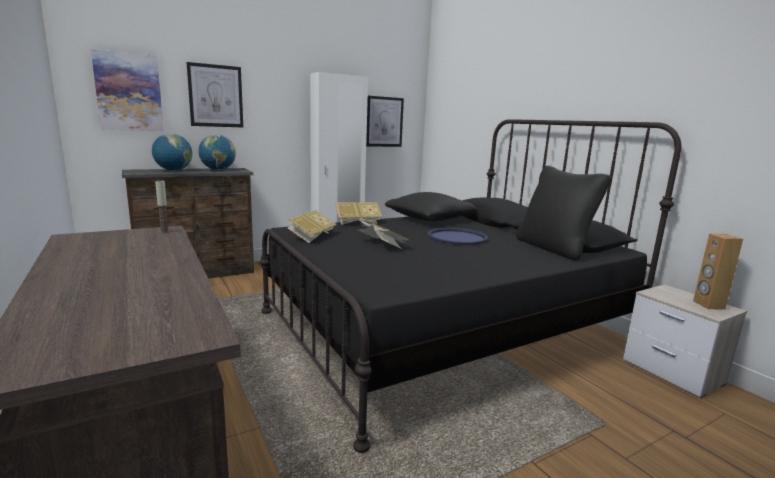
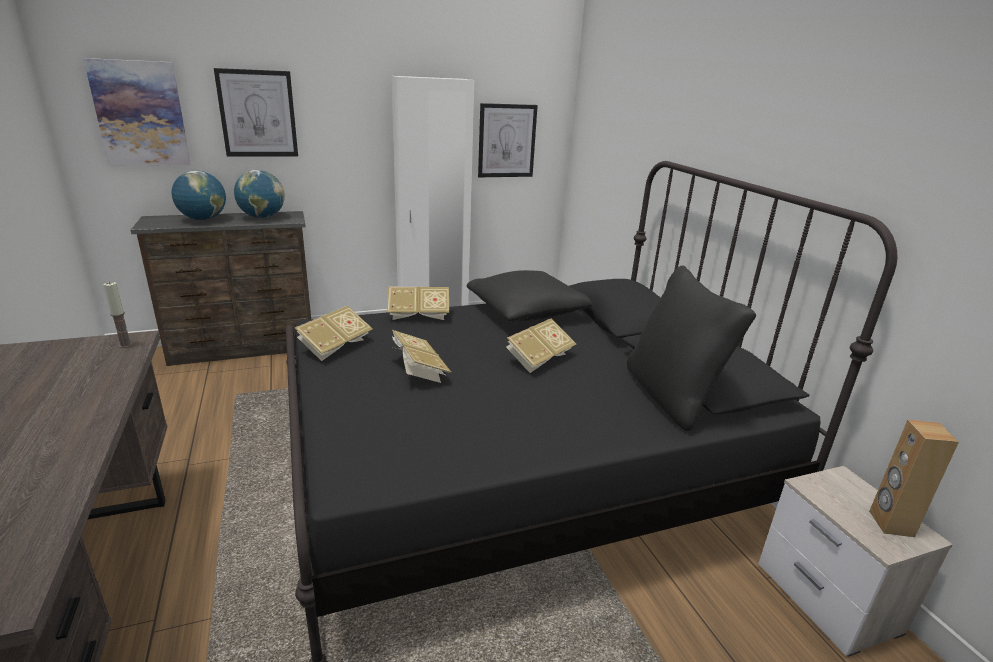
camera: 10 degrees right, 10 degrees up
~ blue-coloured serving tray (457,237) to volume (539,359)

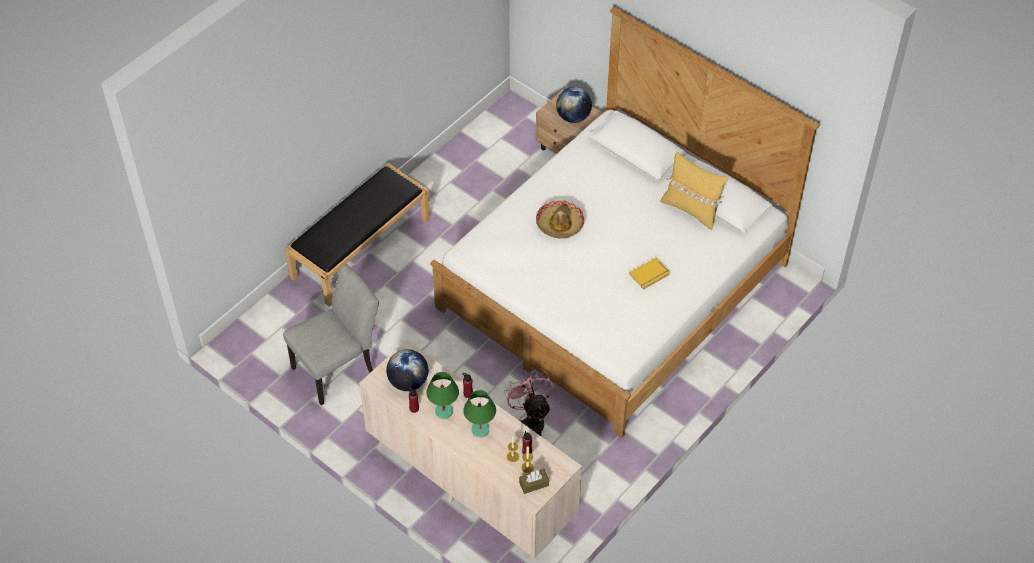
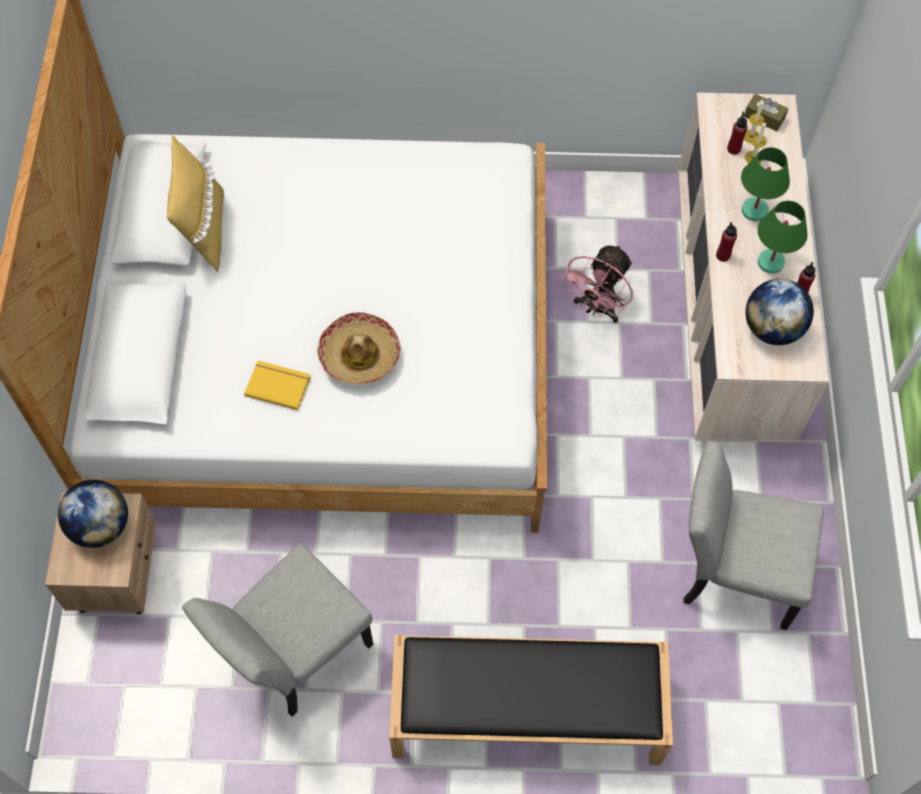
camera: 130 degrees left, 10 degrees up
+ greyish plain chair (293,656)
~ yellow volume (650,275) to (278,385)

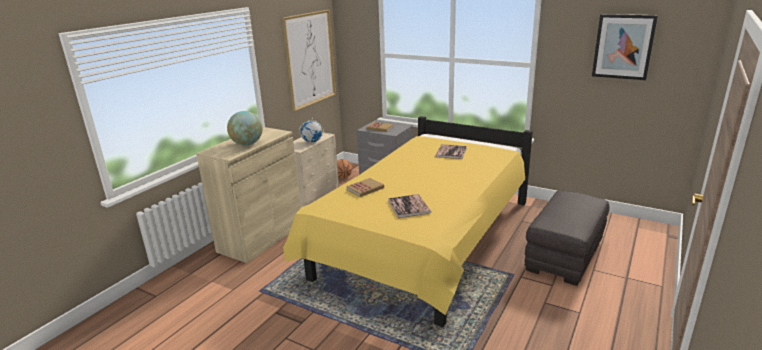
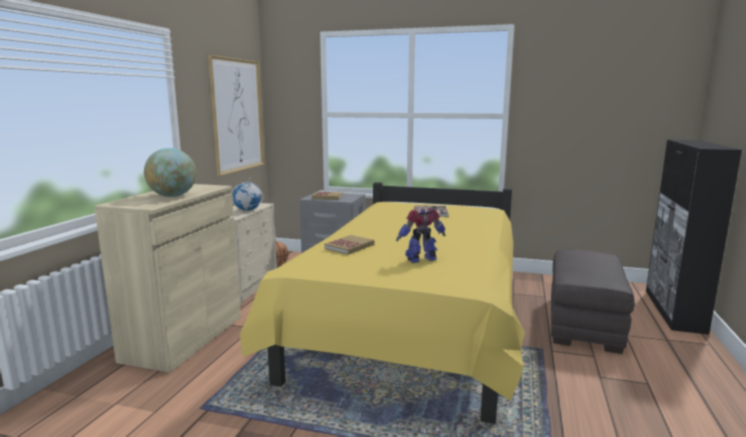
camera: 15 degrees left, 10 degrees down
~ volume (409,206) to model robot (422,260)
+ black cabinet (674,311)
- wall picture (623,46)

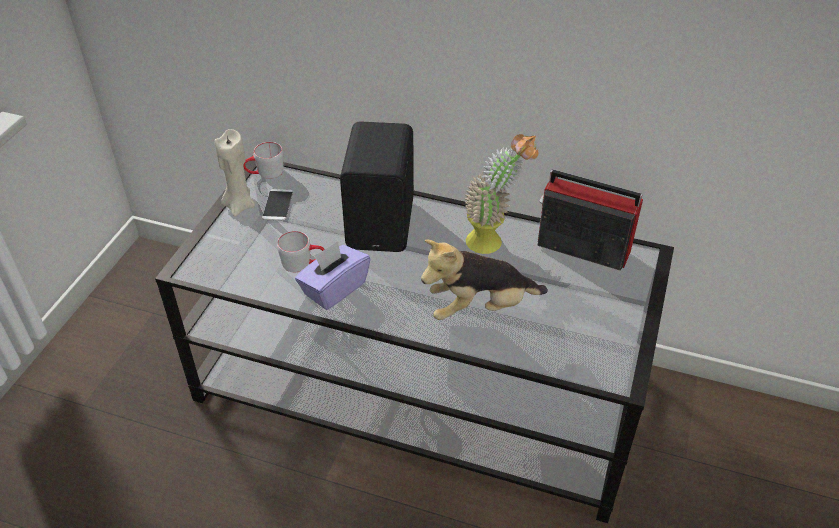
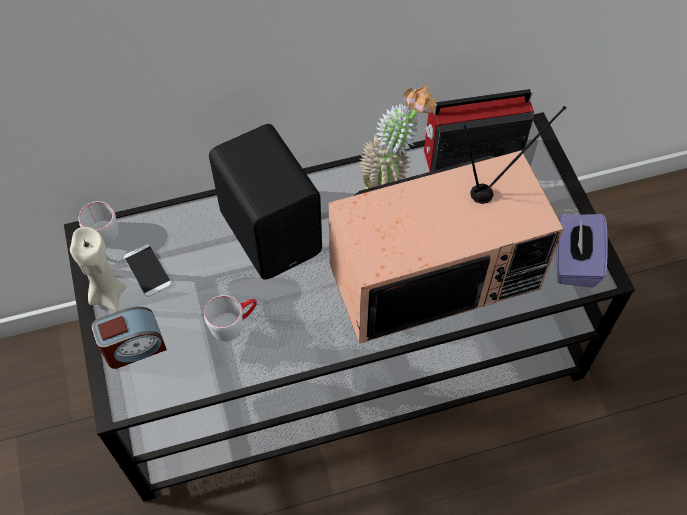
camera: 35 degrees left, 15 degrees up
+ alarm clock (134,347)
~ soft toy (479,308) to television (435,273)
~ purple box of tissues (334,289) to (574,262)

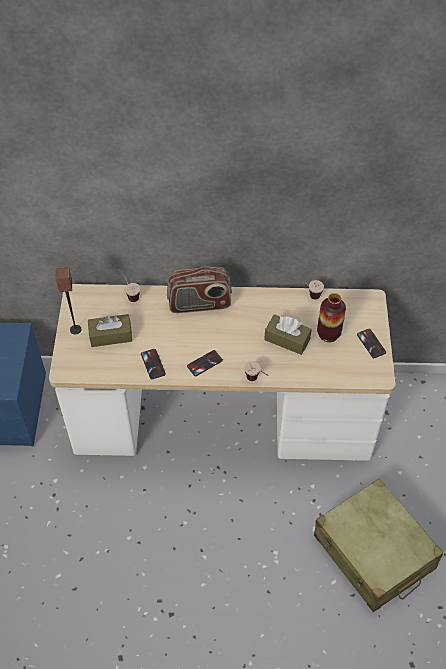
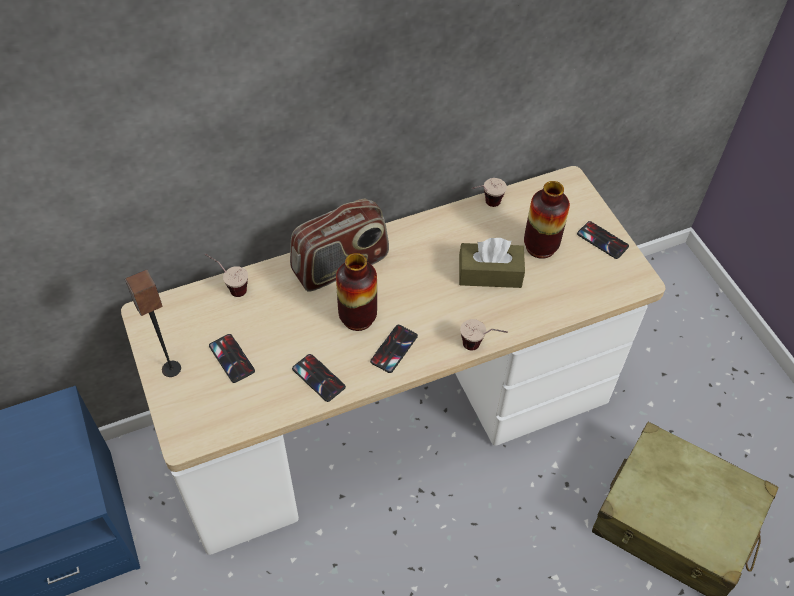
camera: 25 degrees left, 0 degrees up
~ brownish box of tissues (111,335) to phone (232,358)
+ decorative vase (358,317)

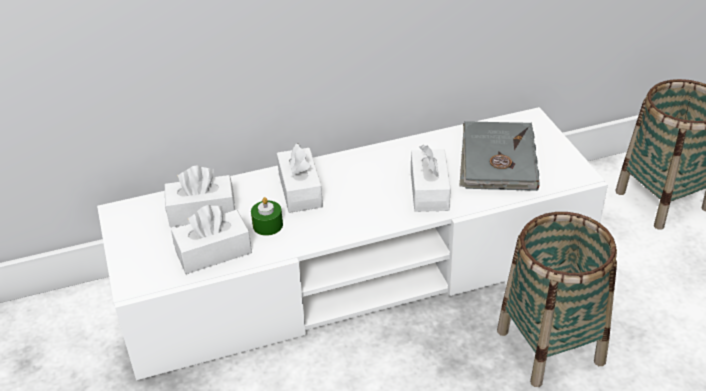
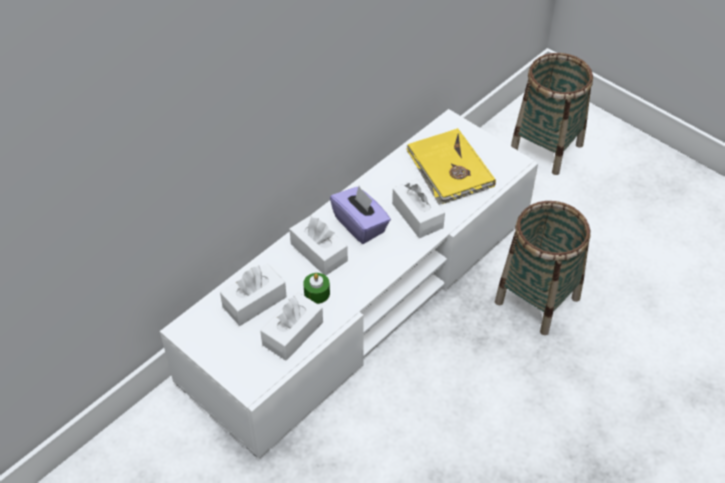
camera: 30 degrees left, 10 degrees up
+ purple box of tissues (360,225)
~ greyish volume (497,160) to yellow volume (449,170)

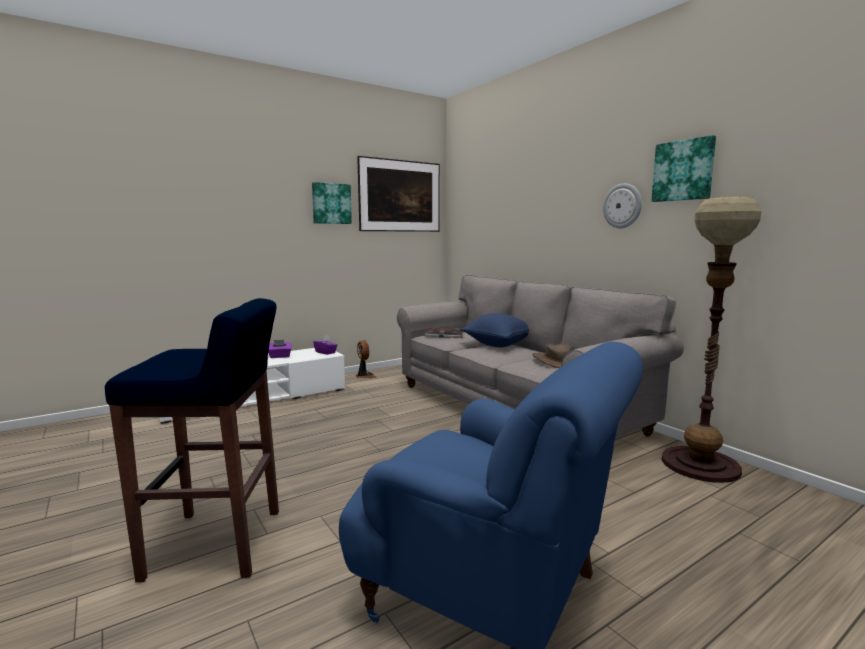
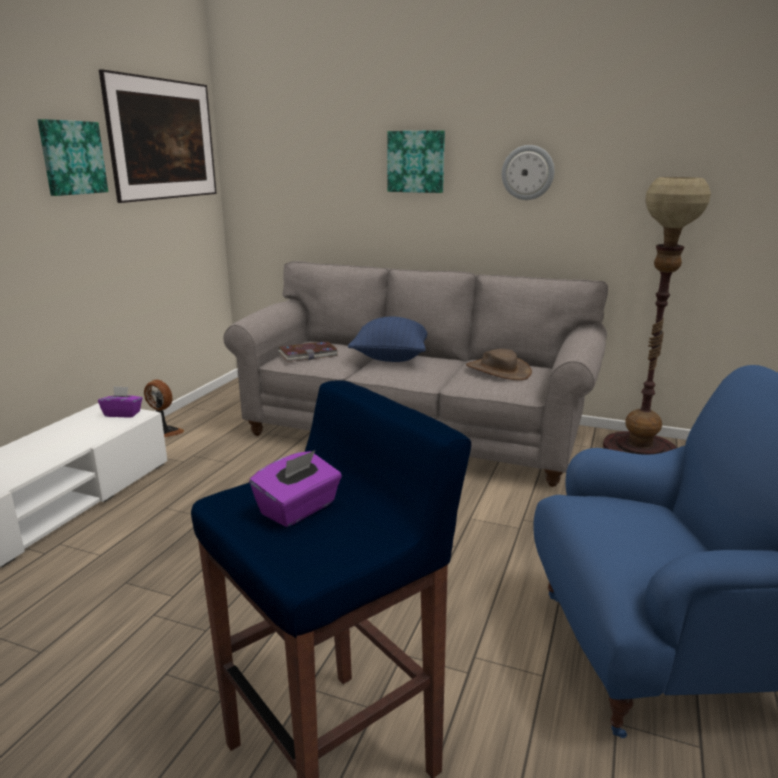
camera: 35 degrees left, 10 degrees up
~ purple box of tissues (280,356) to (298,509)
~ wall picture (683,170) to (416,161)

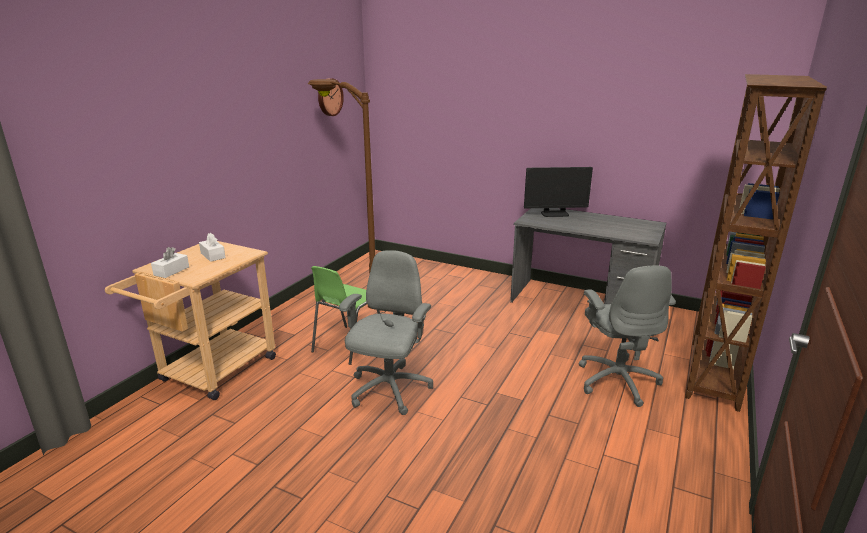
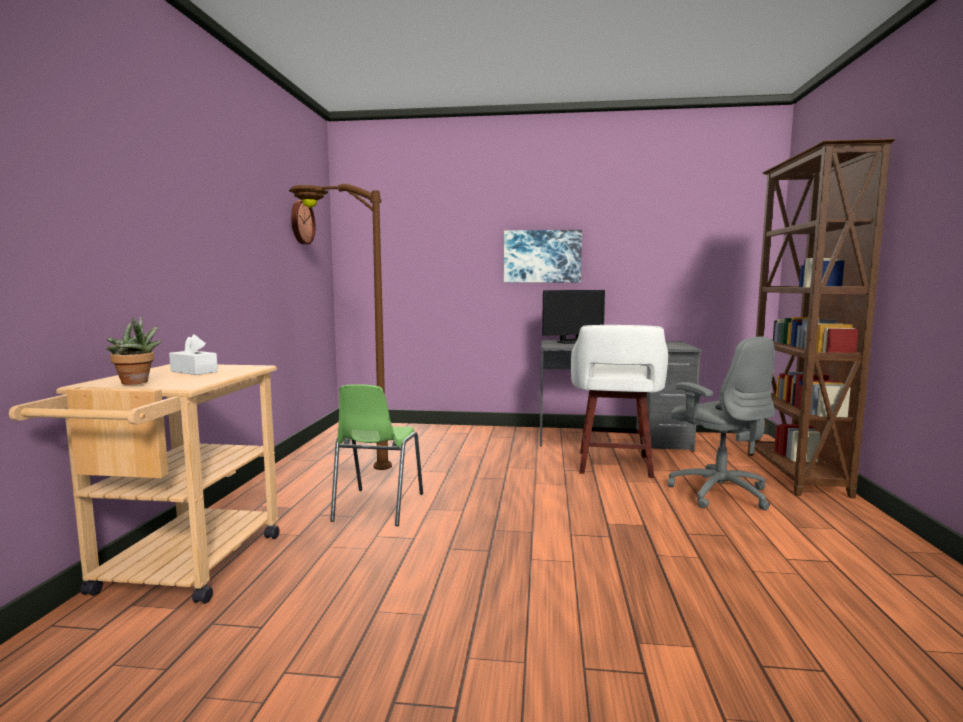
camera: 20 degrees left, 15 degrees down
~ white box of tissues (171,271) to plant in a pot (137,383)
+ wall picture (542,256)
+ white sitting stool (614,465)
- greyish office chair (389,390)

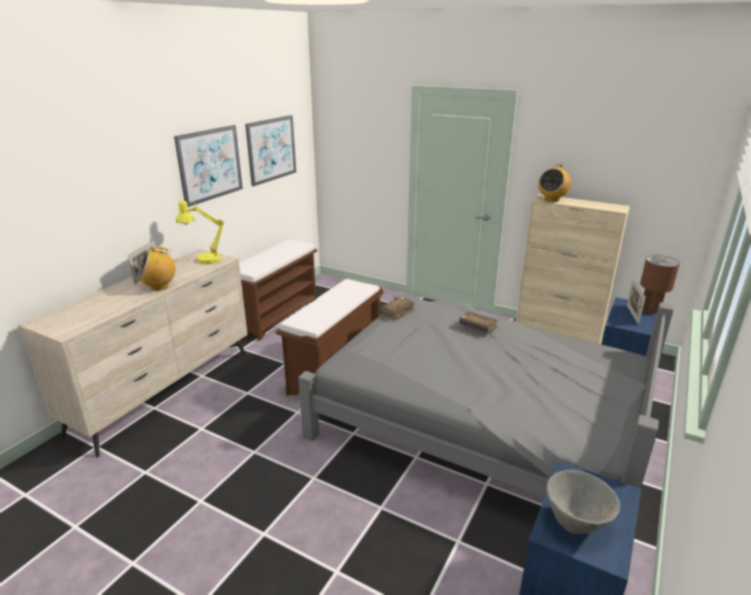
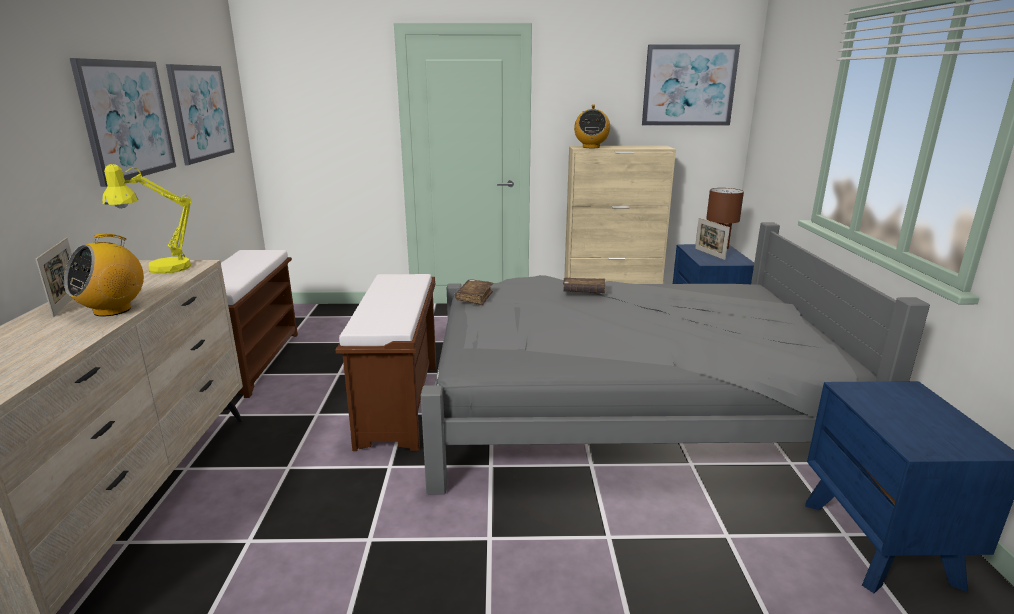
camera: 30 degrees left, 5 degrees down
+ wall picture (689,85)
- greyish bowl (576,523)

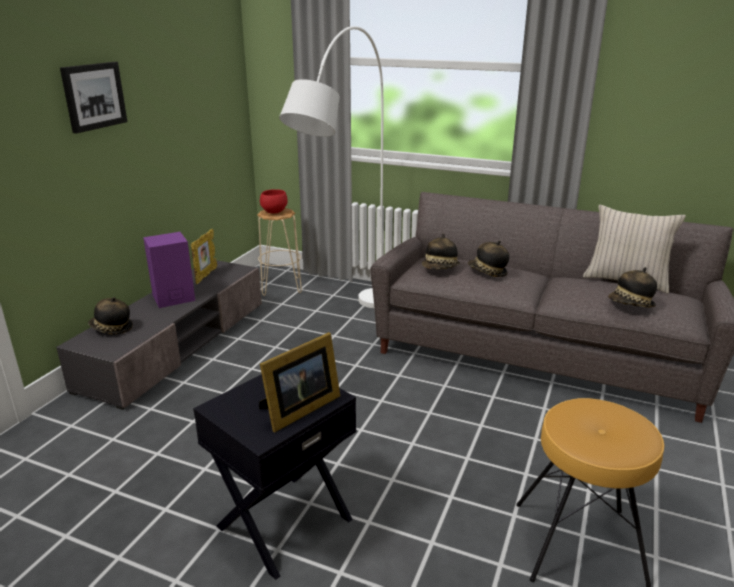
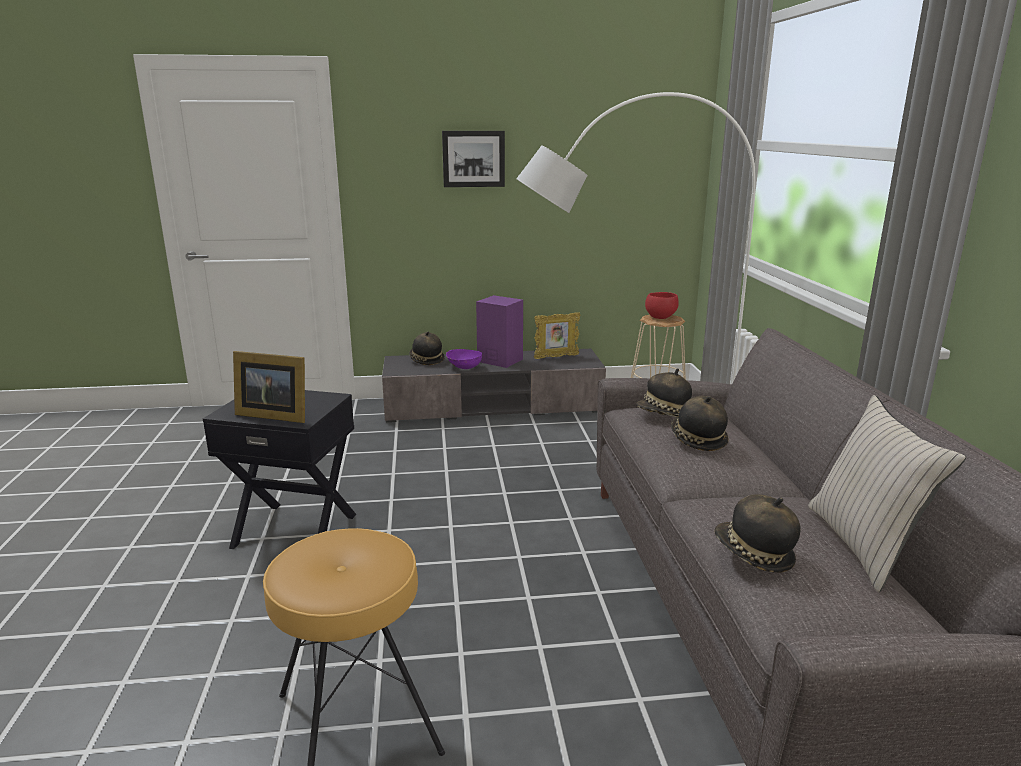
camera: 60 degrees right, 5 degrees down
+ purple bowl (463,367)

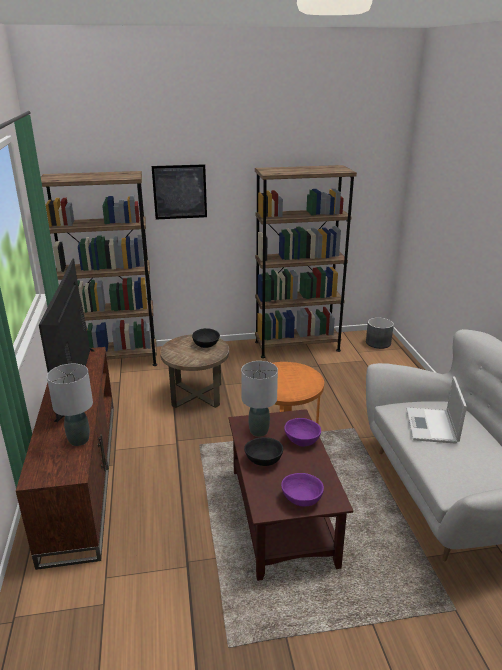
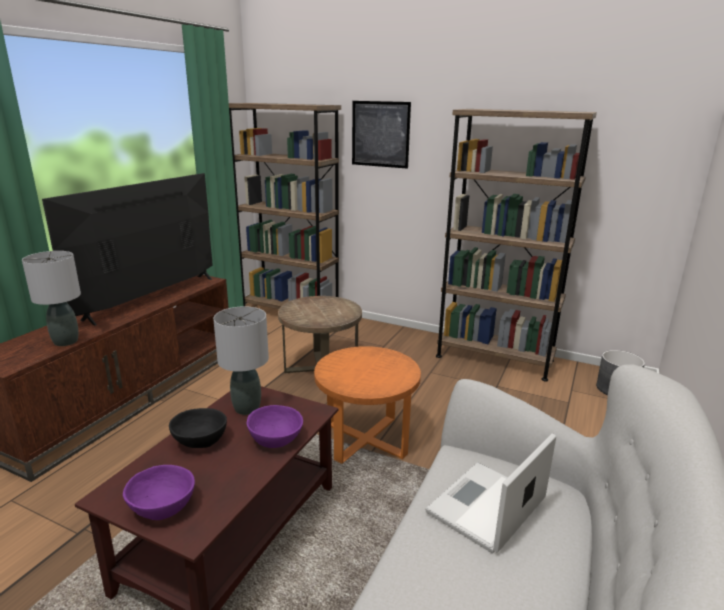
camera: 35 degrees right, 5 degrees down
- black bowl (205,344)

